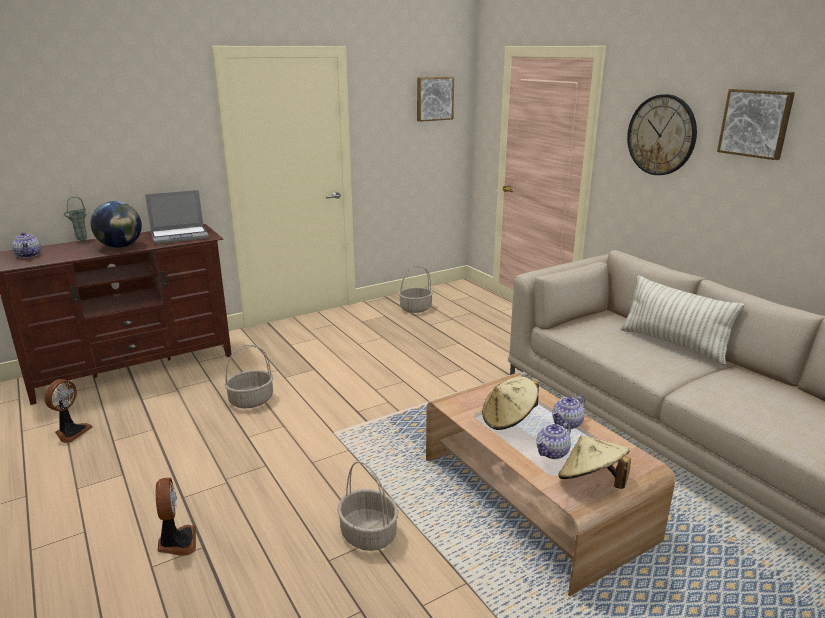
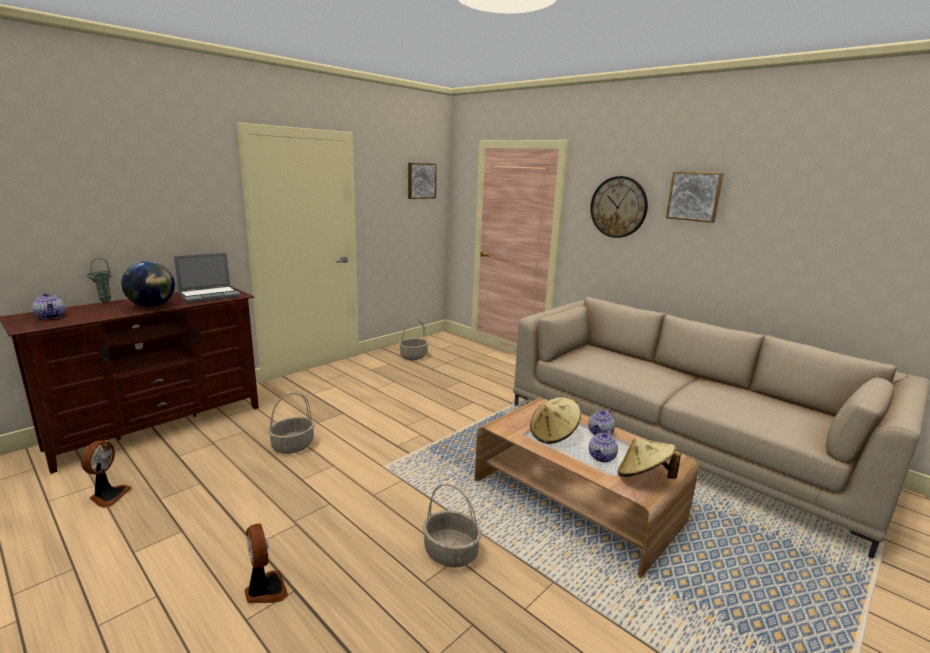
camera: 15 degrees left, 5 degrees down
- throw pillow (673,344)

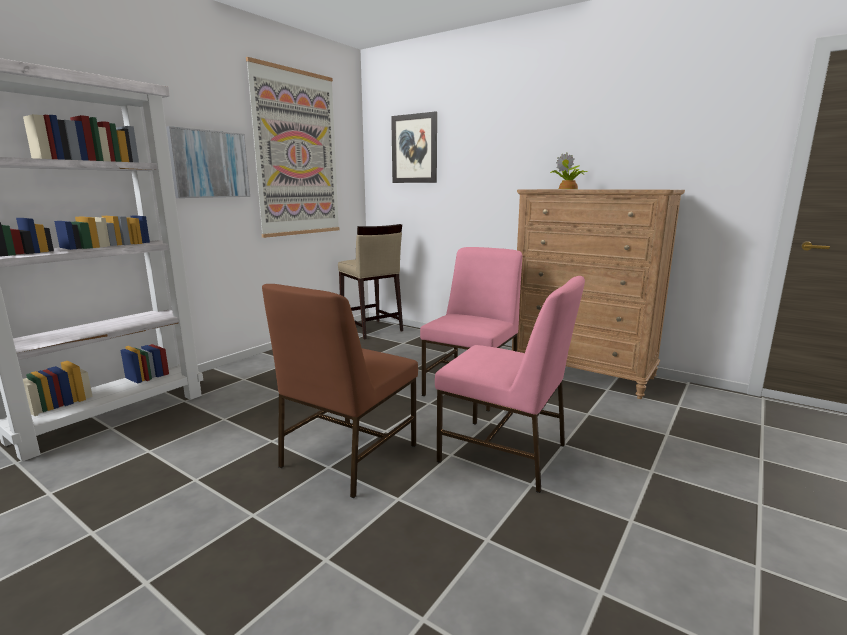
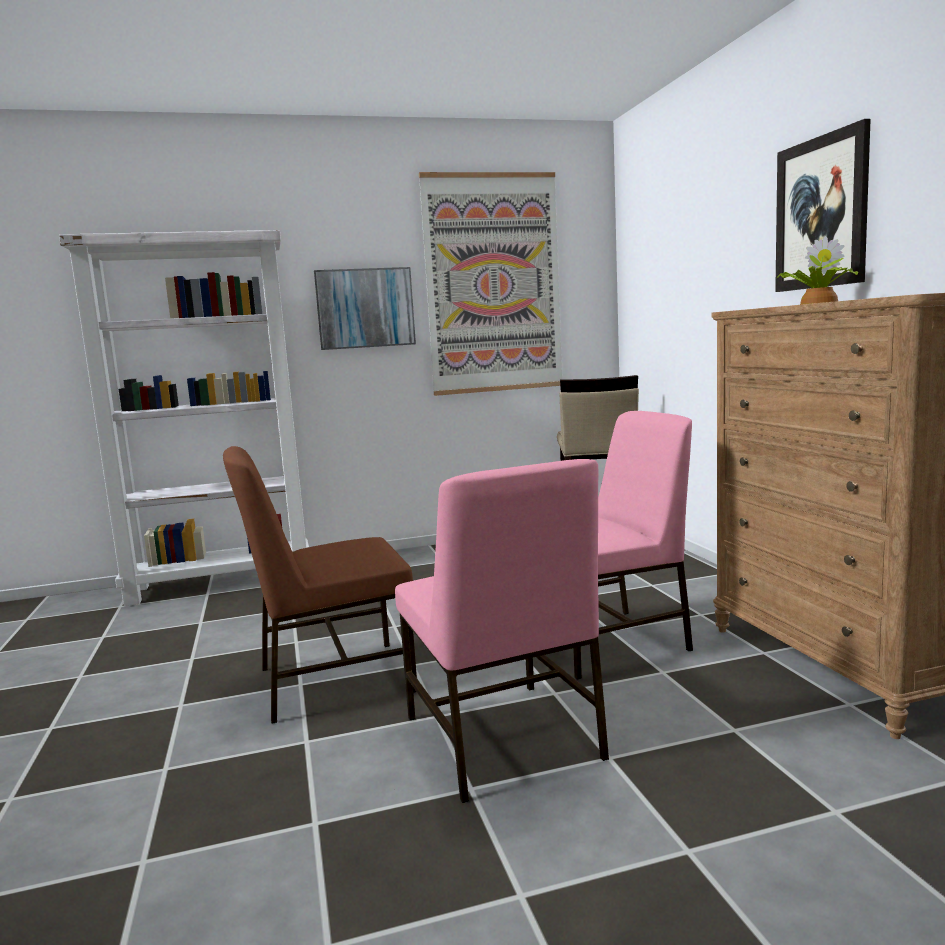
camera: 40 degrees right, 5 degrees down
~ wall picture (414,149) to (821,213)

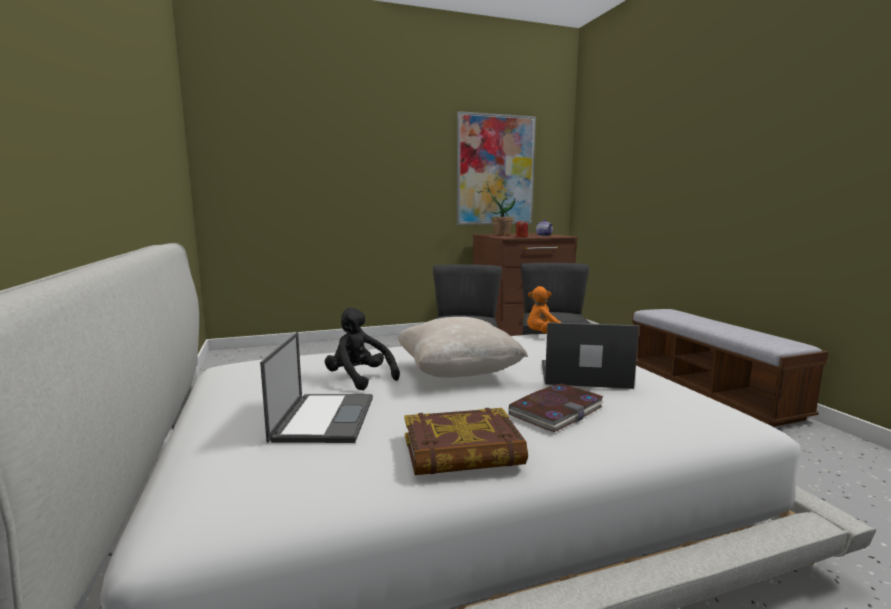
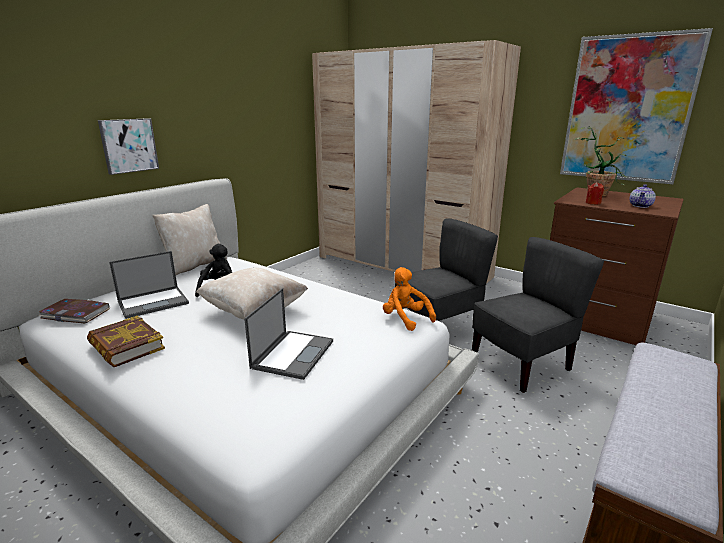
camera: 55 degrees right, 10 degrees up
~ volume (556,410) to (76,313)
+ wall picture (128,145)
+ beige-coloured throw pillow (194,265)
~ laptop (583,375) = (293,353) 45 degrees clockwise
+ beige-coloured wardrobe (401,266)

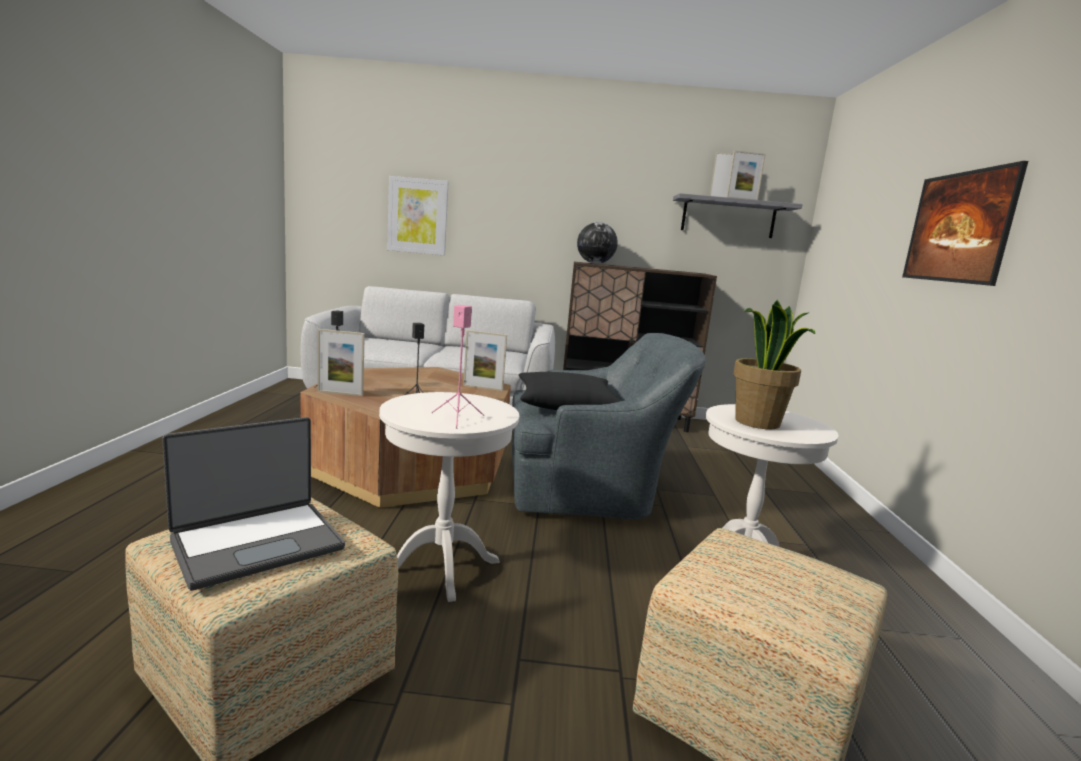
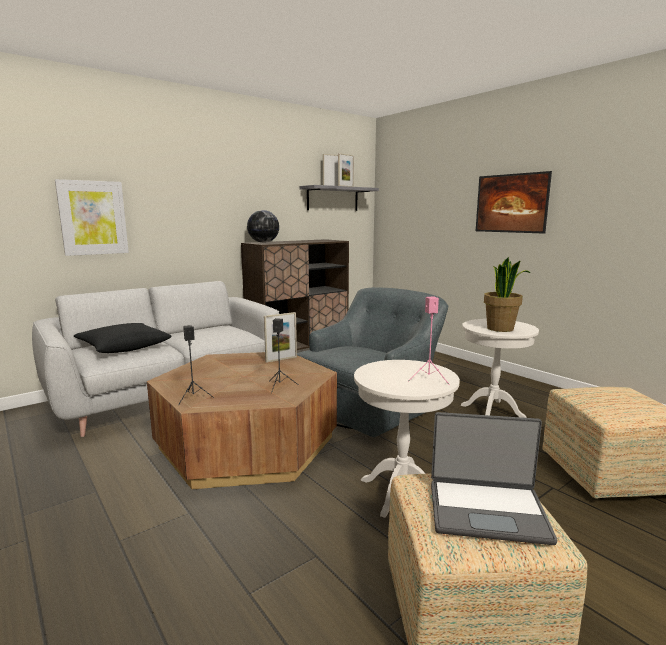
camera: 40 degrees left, 0 degrees up
~ black throw pillow (566,404) to (123,346)
~ laptop (257,543) = (487,510) 90 degrees clockwise
- photo frame (340,393)

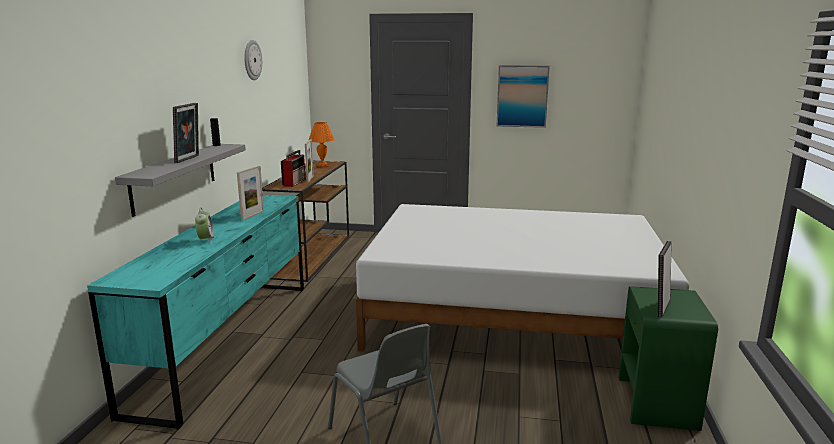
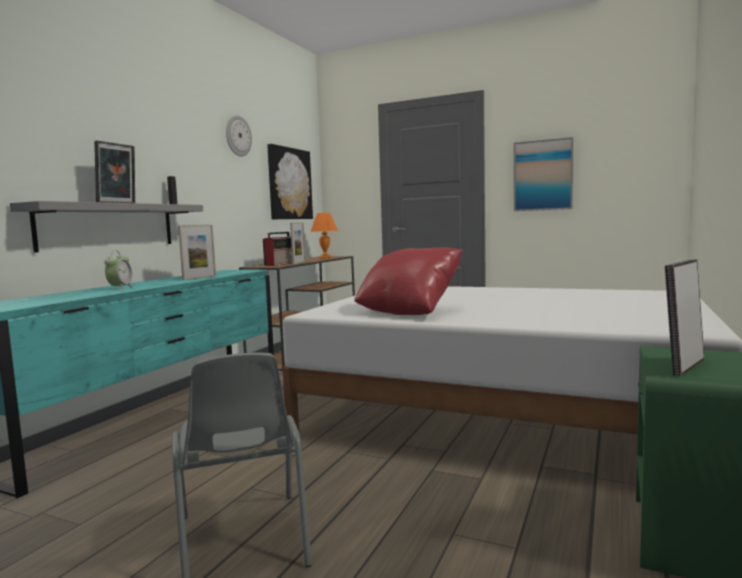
camera: 15 degrees right, 10 degrees down
+ wall picture (289,184)
+ red-coloured throw pillow (409,311)

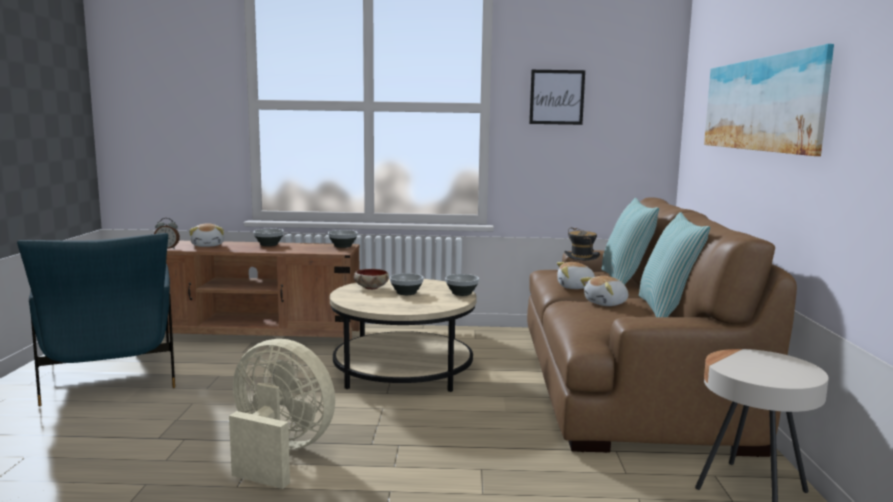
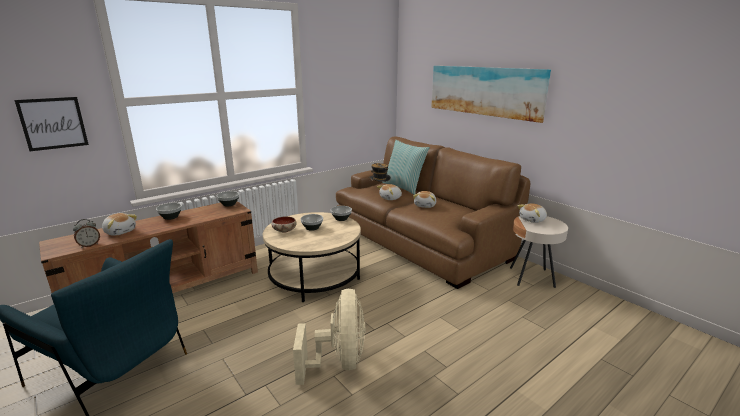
camera: 40 degrees left, 10 degrees up
~ wall picture (556,97) to (53,123)
~ beige-coloured cooling fan (279,454) = (339,362) 105 degrees clockwise
+ soft toy (533,220)
- throw pillow (667,311)

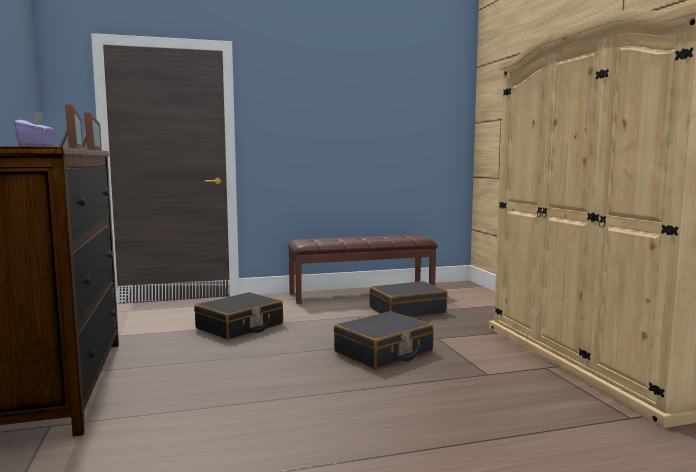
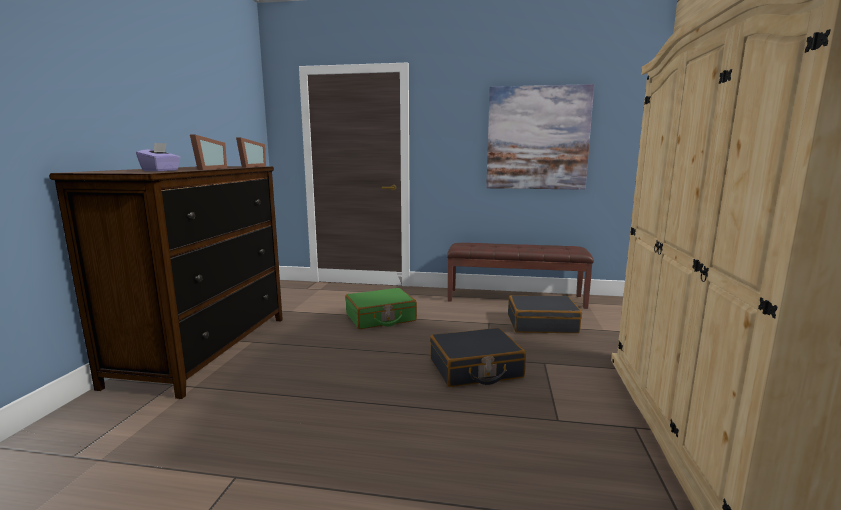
camera: 25 degrees right, 5 degrees up
~ black piece of luggage (240,327) to green piece of luggage (380,318)
+ wall picture (537,138)

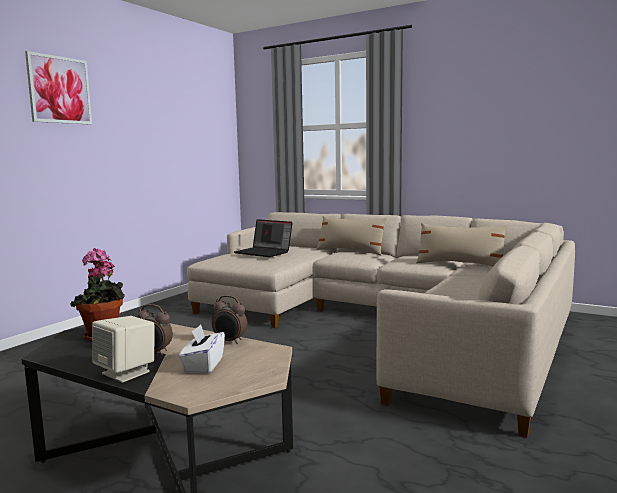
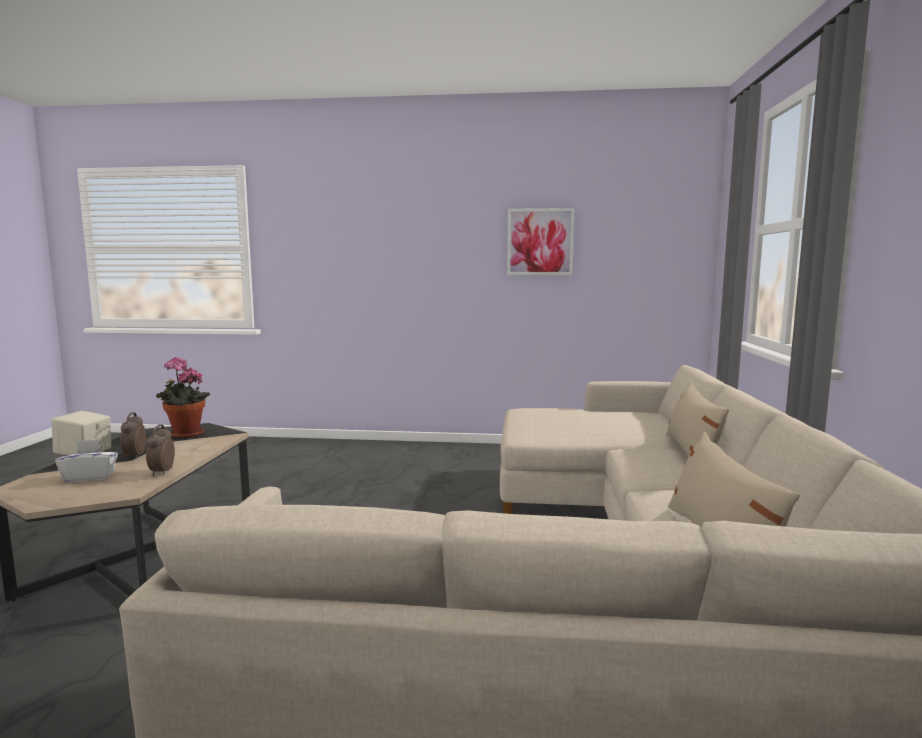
camera: 65 degrees right, 0 degrees up
~ wall picture (59,90) to (540,242)
- laptop (264,252)

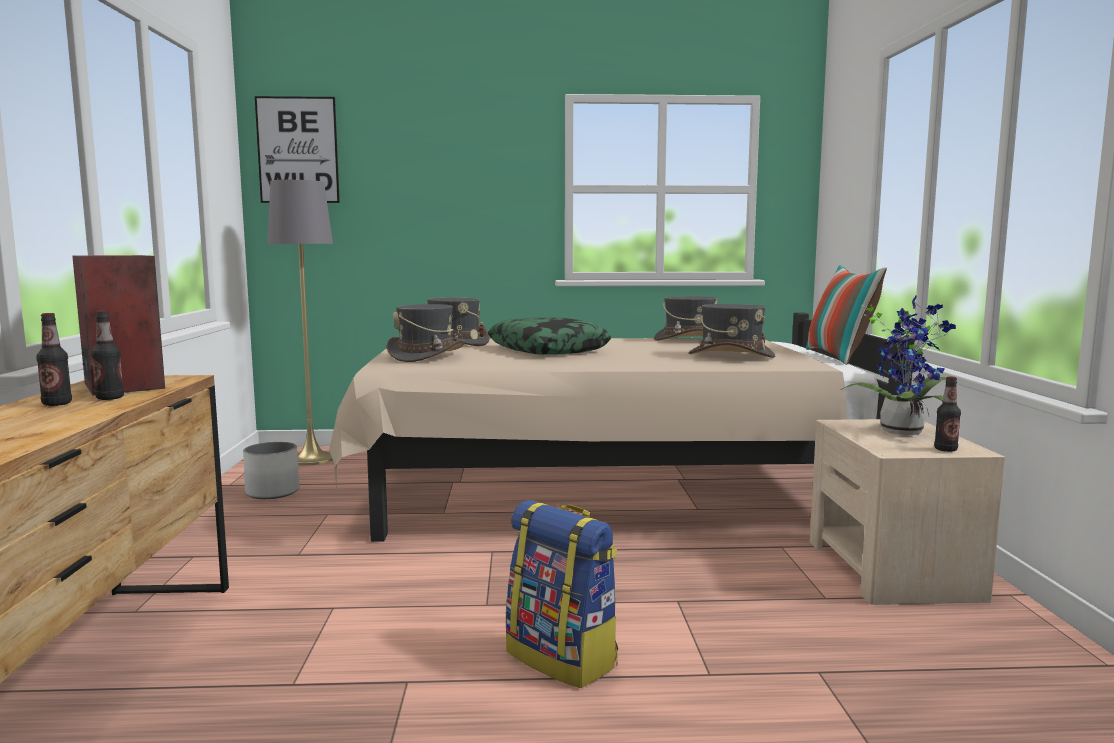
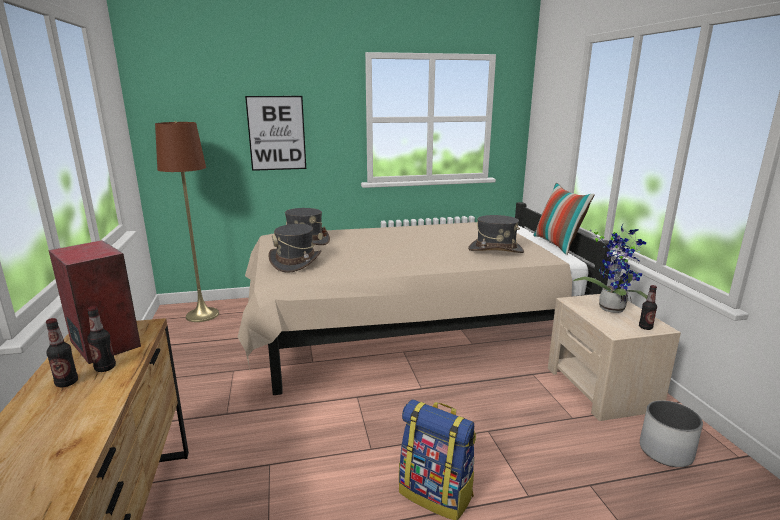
camera: 10 degrees left, 10 degrees up
~ greyish standard lamp (311,459) to brownish standard lamp (202,315)
~ wall picture (298,150) to (276,133)
~ white flower pot (272,492) to (666,452)
- throw pillow (548,349)
- greyish wearable hat (689,340)

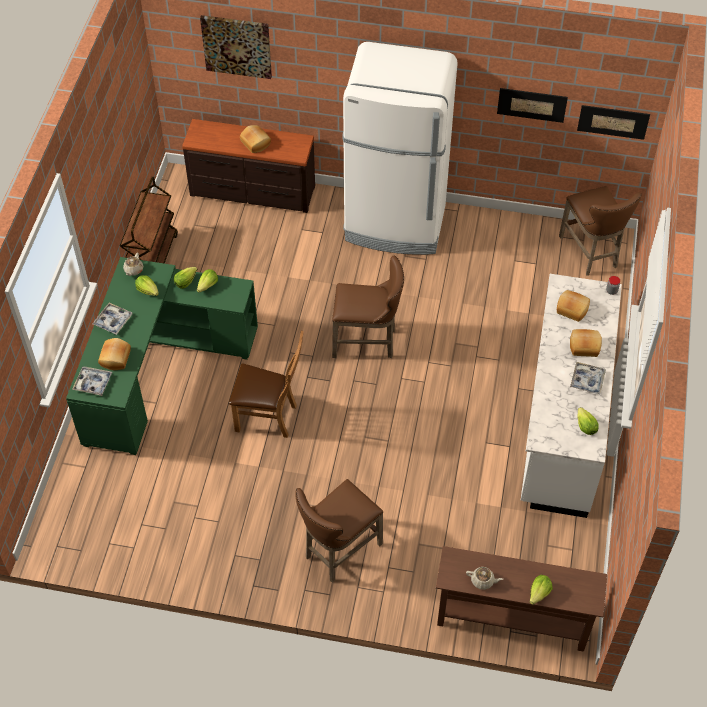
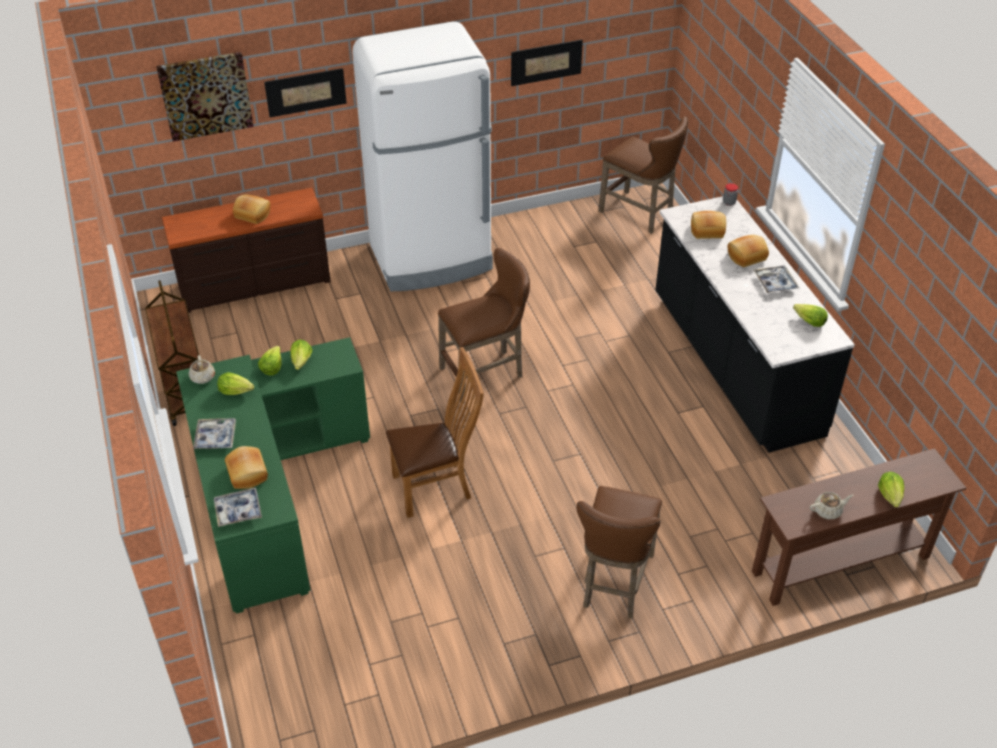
camera: 30 degrees left, 10 degrees down
~ wall picture (613,121) to (305,92)
~ white kitchen counter (561,423) to black kitchen counter (734,365)

